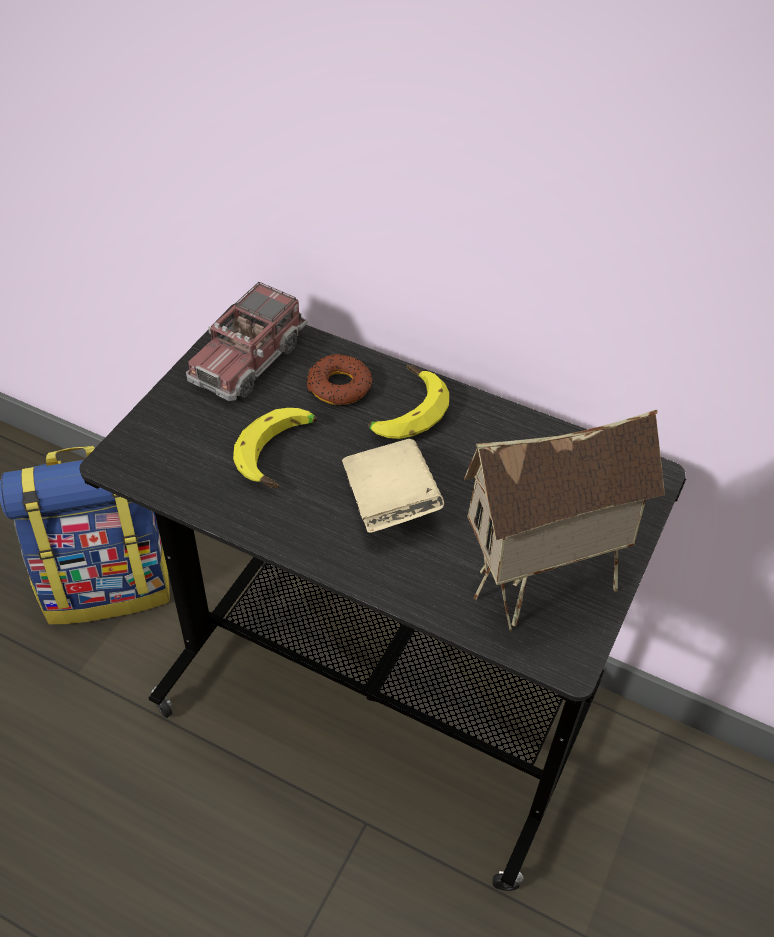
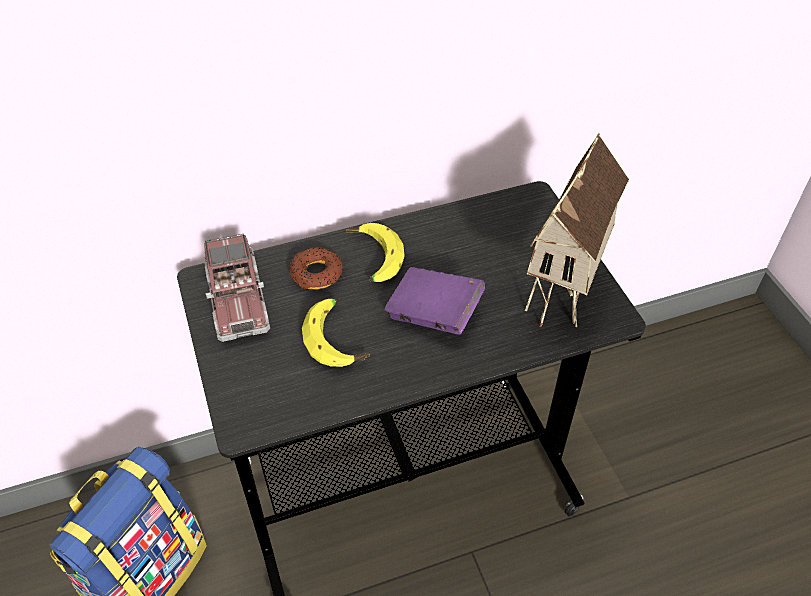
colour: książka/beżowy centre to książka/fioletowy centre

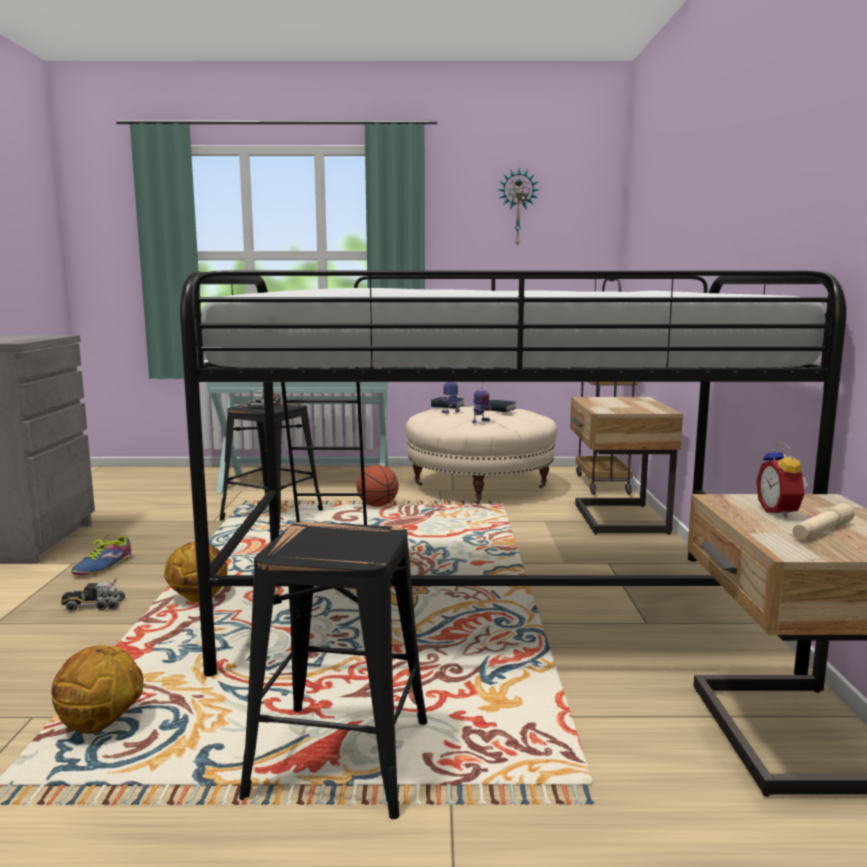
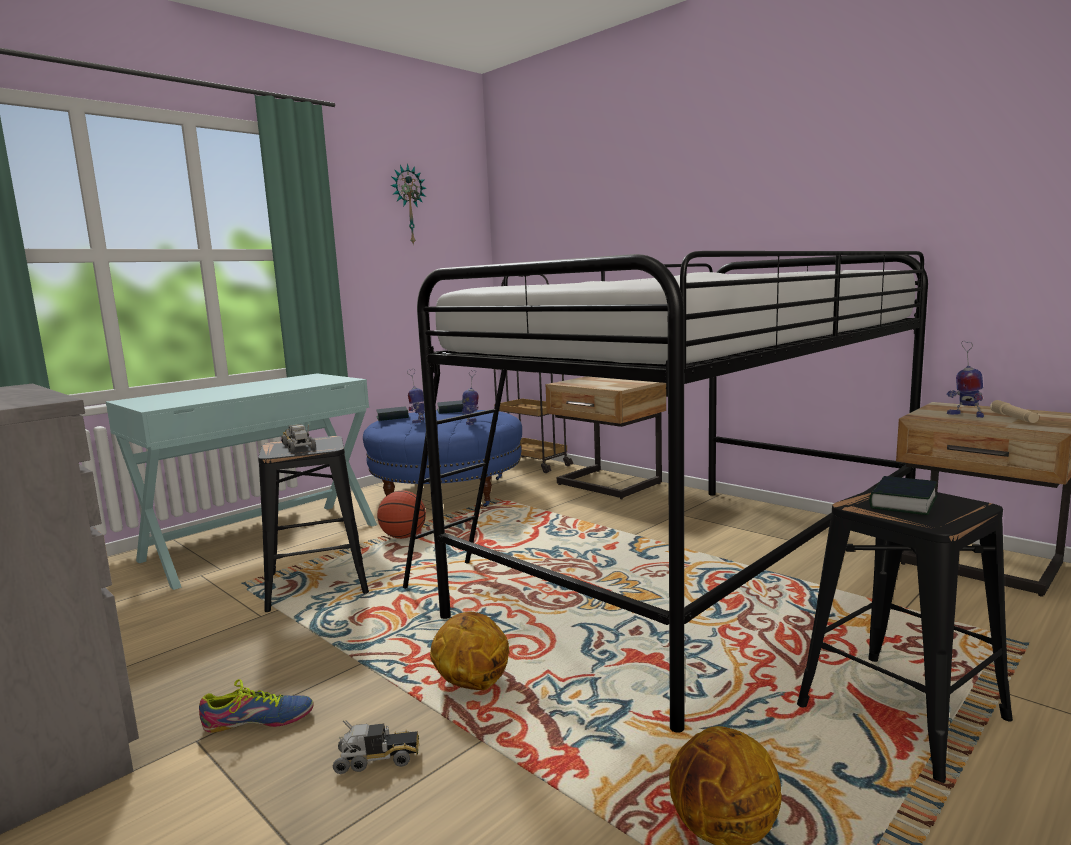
appeared: książka (no. 3 from left) middle right
exchanged: budzik middle right to robot zabawkowy (no. 3 from left) middle right
colour: pufa/beżowy centre to pufa/niebieski centre
spun: but middle left = bottom left 75 degrees counterclockwise; ciężarówka zabawkowa (no. 1 from left in the first image) bottom left = bottom centre 135 degrees counterclockwise

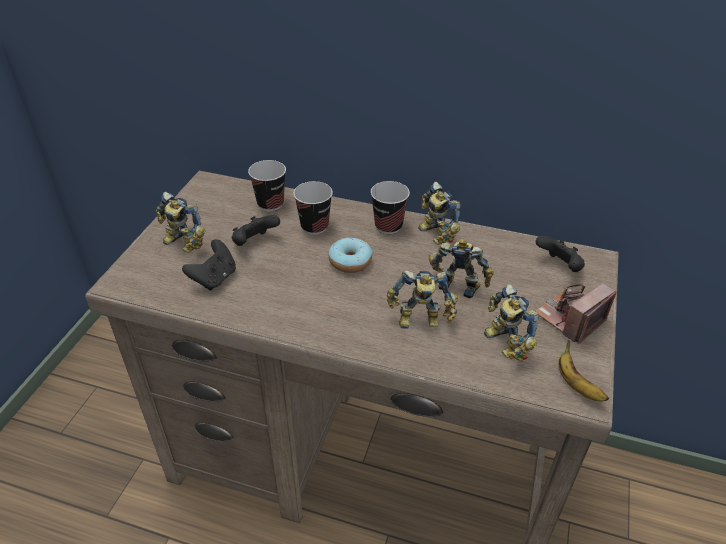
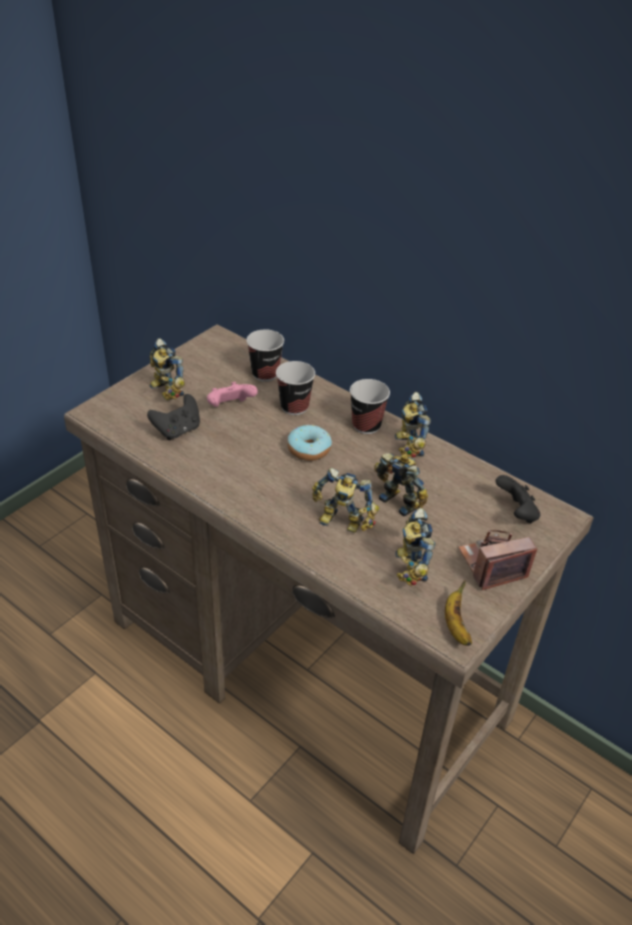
colour: pad do gier/czarny (no. 2 from left) centre to pad do gier/różowy centre

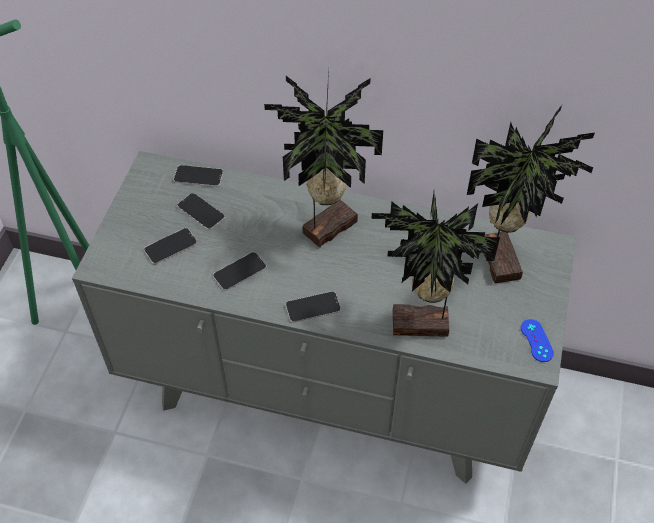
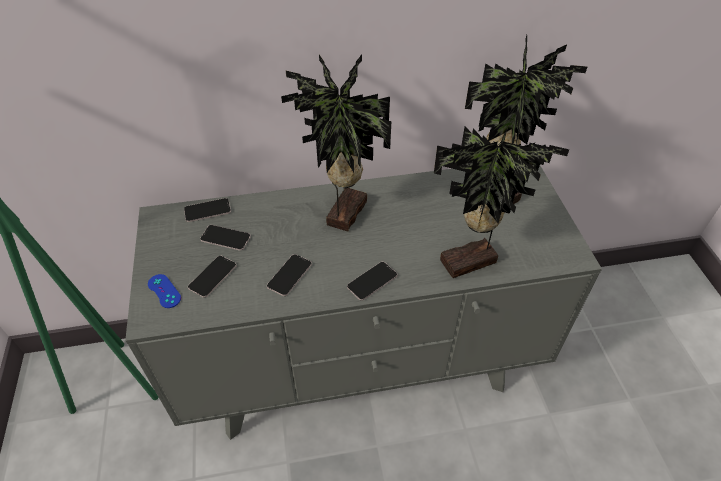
relocated: pad do gier/niebieski middle right to middle left

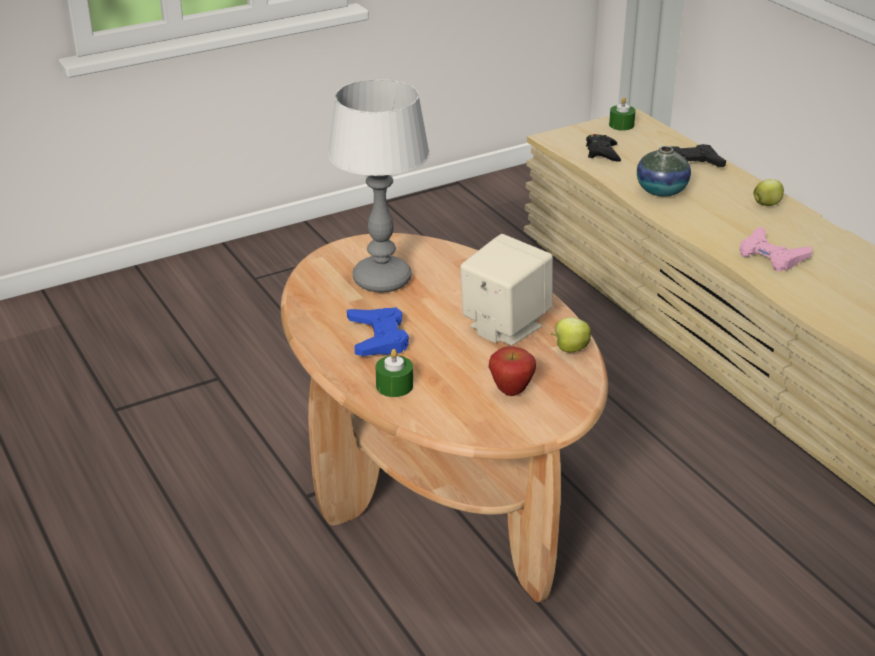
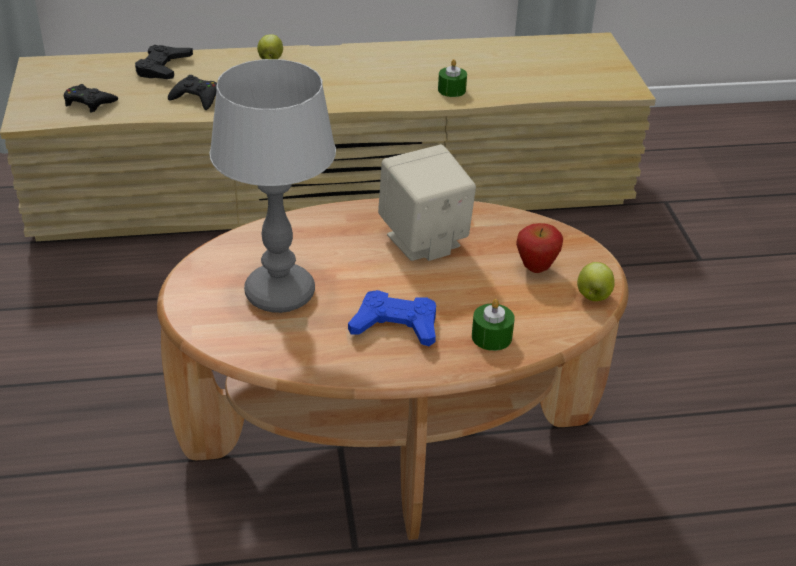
missing: pad do gier/różowy middle right
relocated: świeca/zielony (no. 2 from left in the first image) top right to świeca/zielony (no. 1 from left) top centre; jabłko (no. 2 from left in the first image) centre to jabłko (no. 3 from left) middle right
exchanged: wazon top right to pad do gier/czarny (no. 3 from left) top left

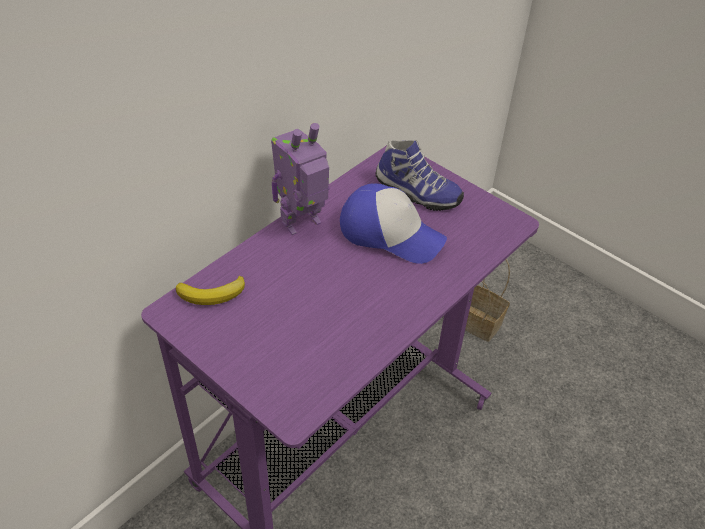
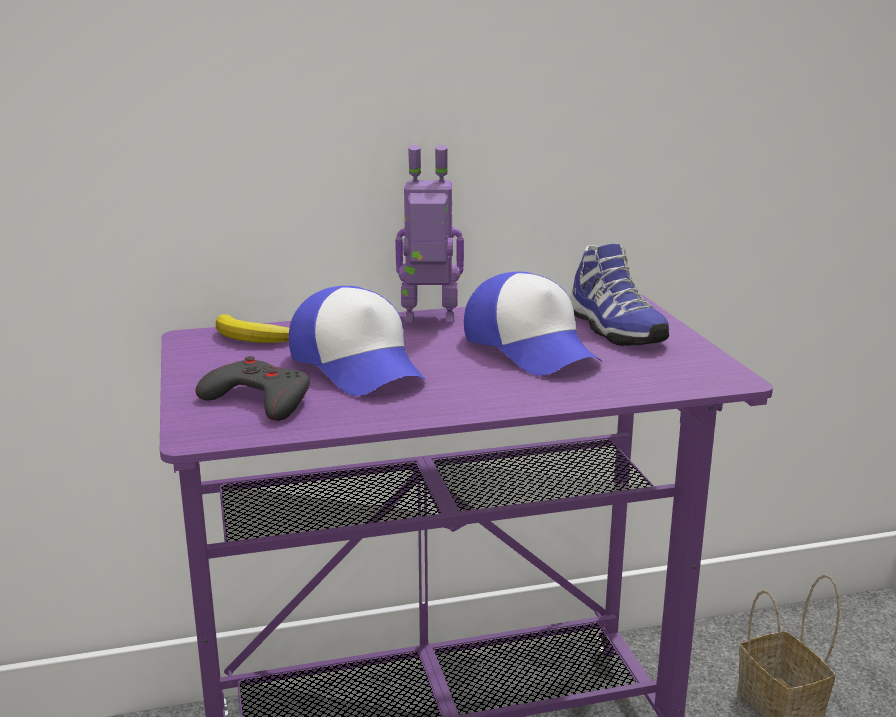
appeared: czapka z daszkiem (no. 1 from left) centre; pad do gier/szary middle left

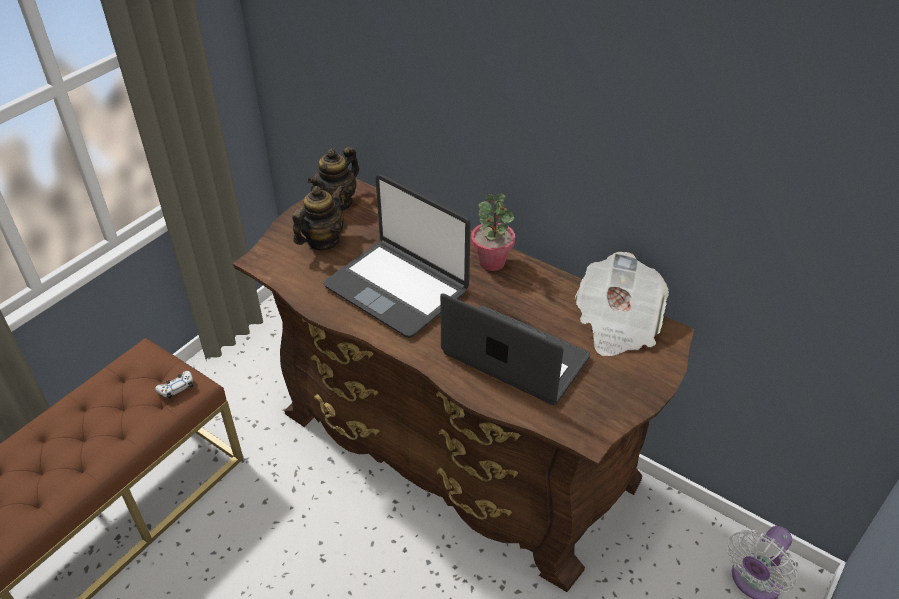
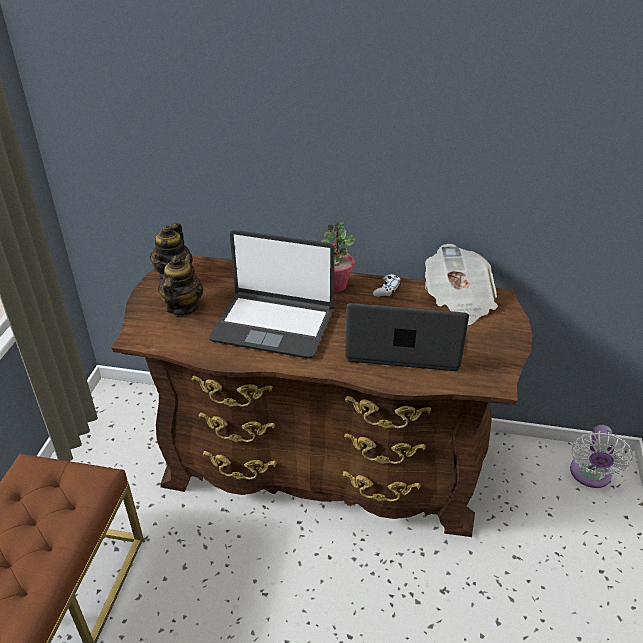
relocated: pad do gier/biały middle left to centre

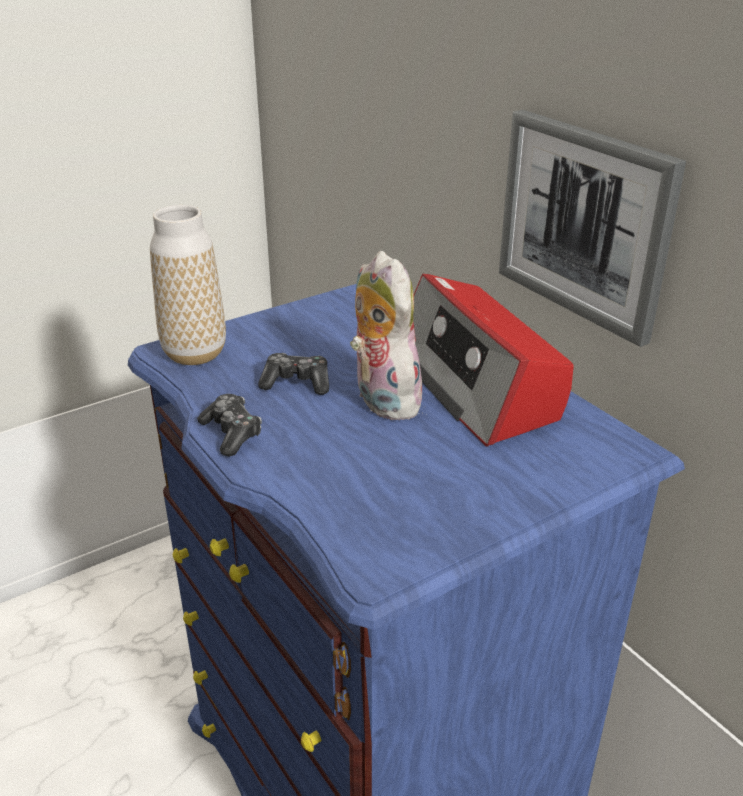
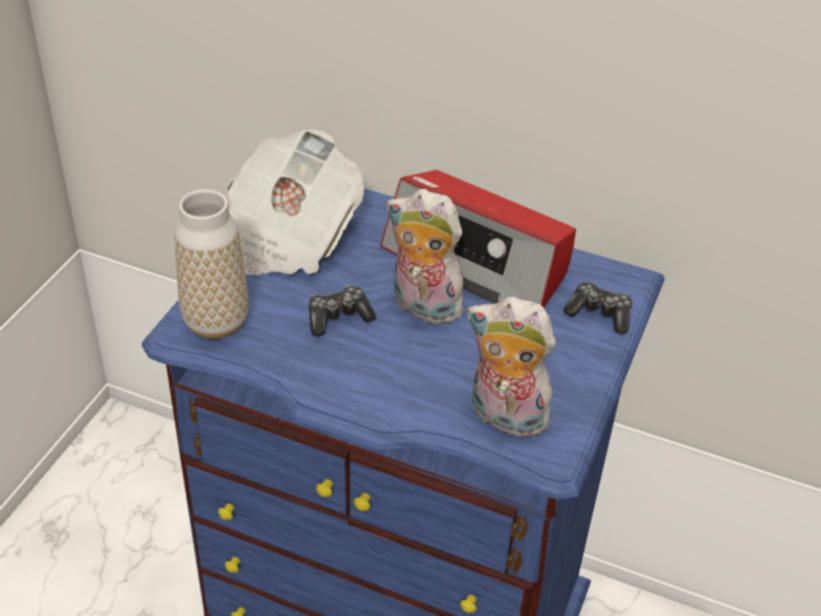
missing: obraz top right
appeared: gazeta top centre; pluszak (no. 2 from left) centre
relocated: pad do gier (no. 1 from left in the first image) middle left to pad do gier (no. 2 from left) middle right

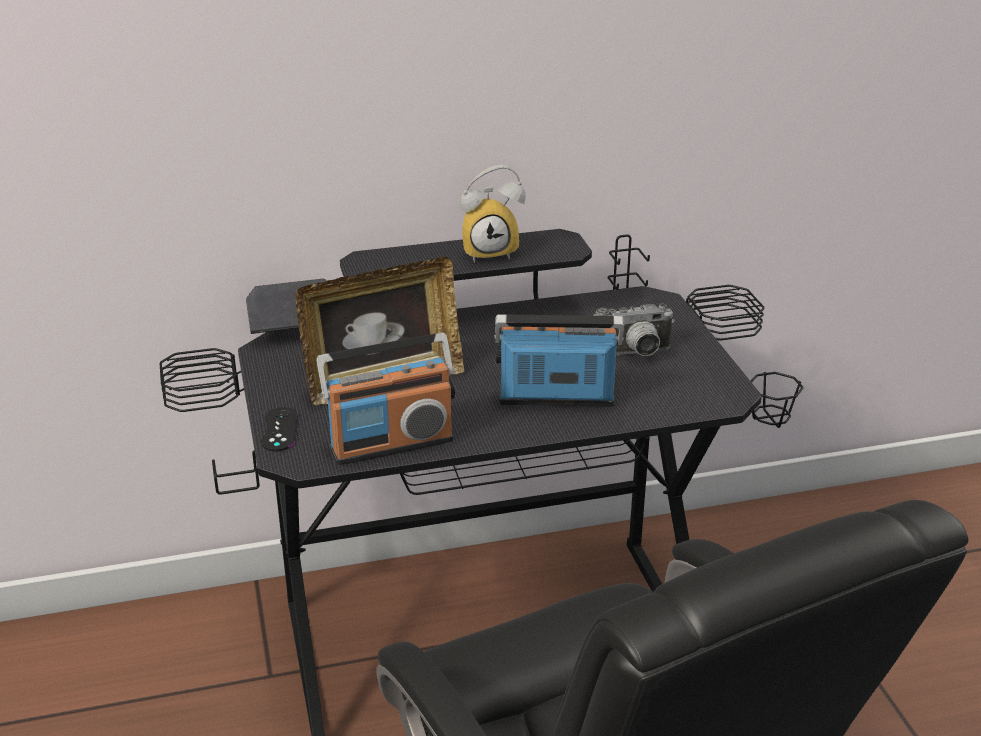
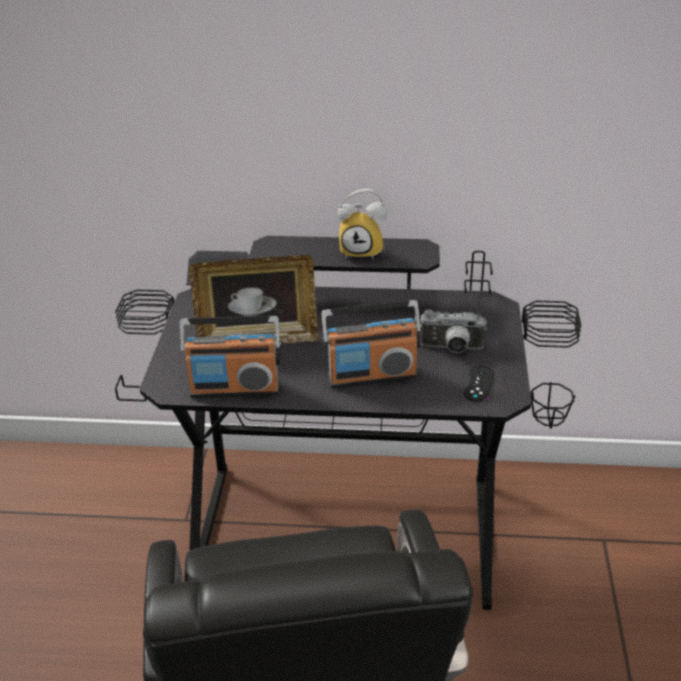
relocated: pad do gier/czarny middle left to middle right
spun: radio (no. 2 from left) centre = centre 150 degrees clockwise

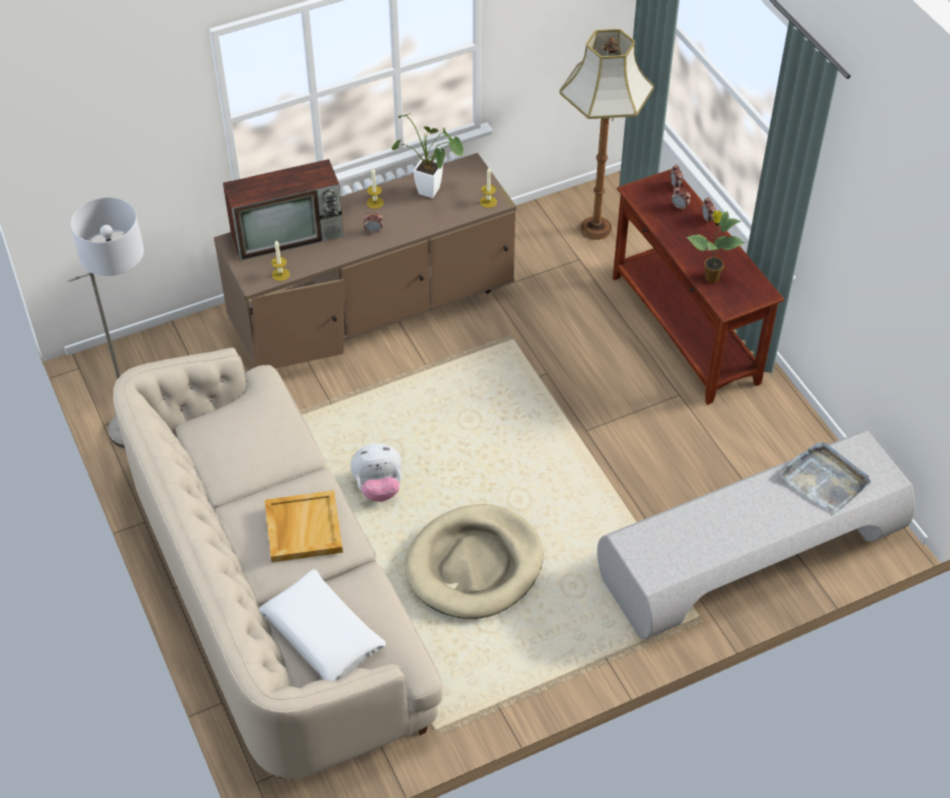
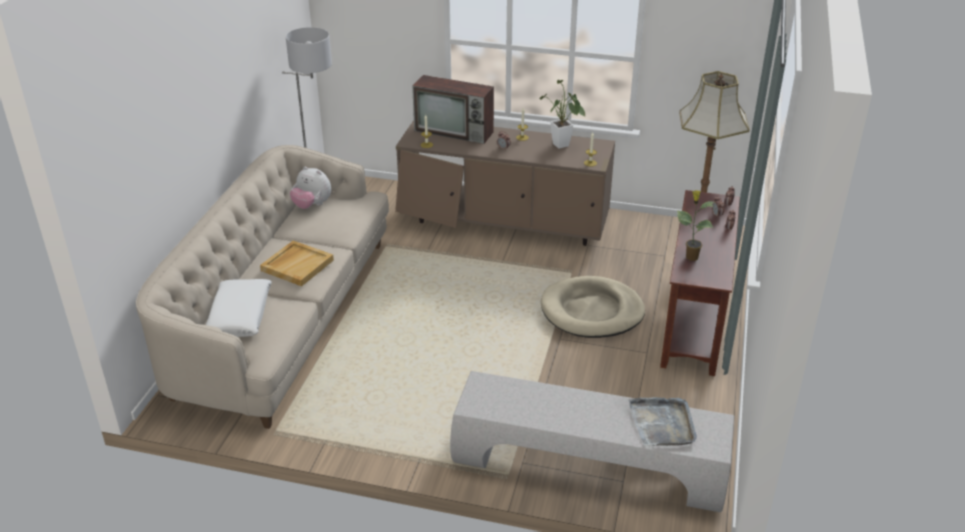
relocated: pluszak centre to middle left; legowisko/beżowy bottom centre to centre

